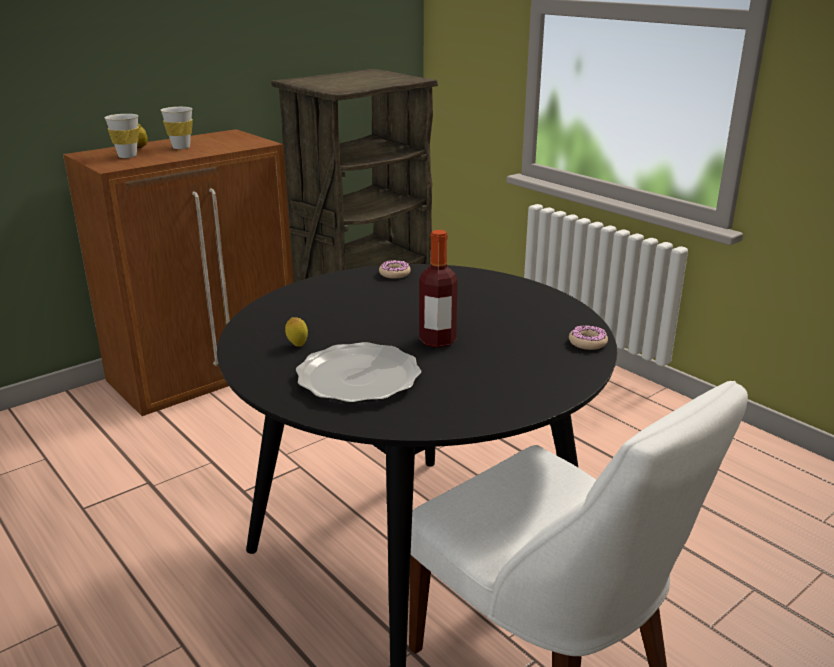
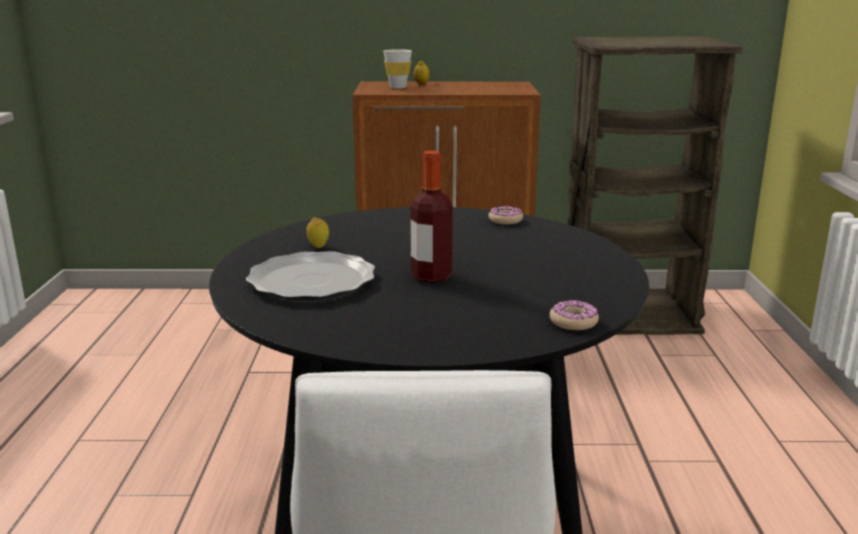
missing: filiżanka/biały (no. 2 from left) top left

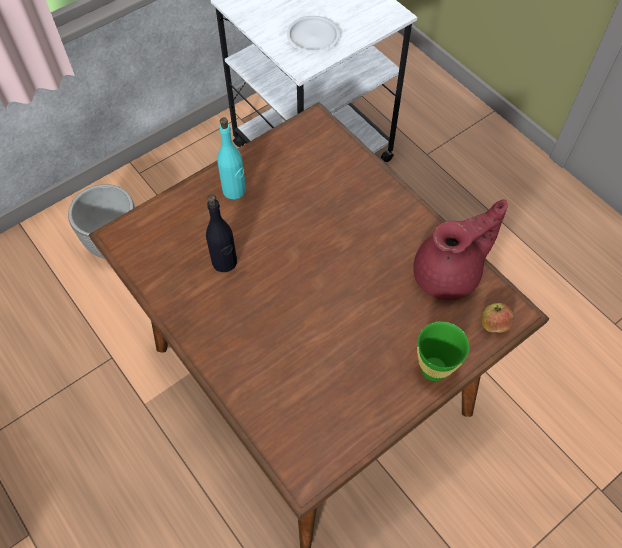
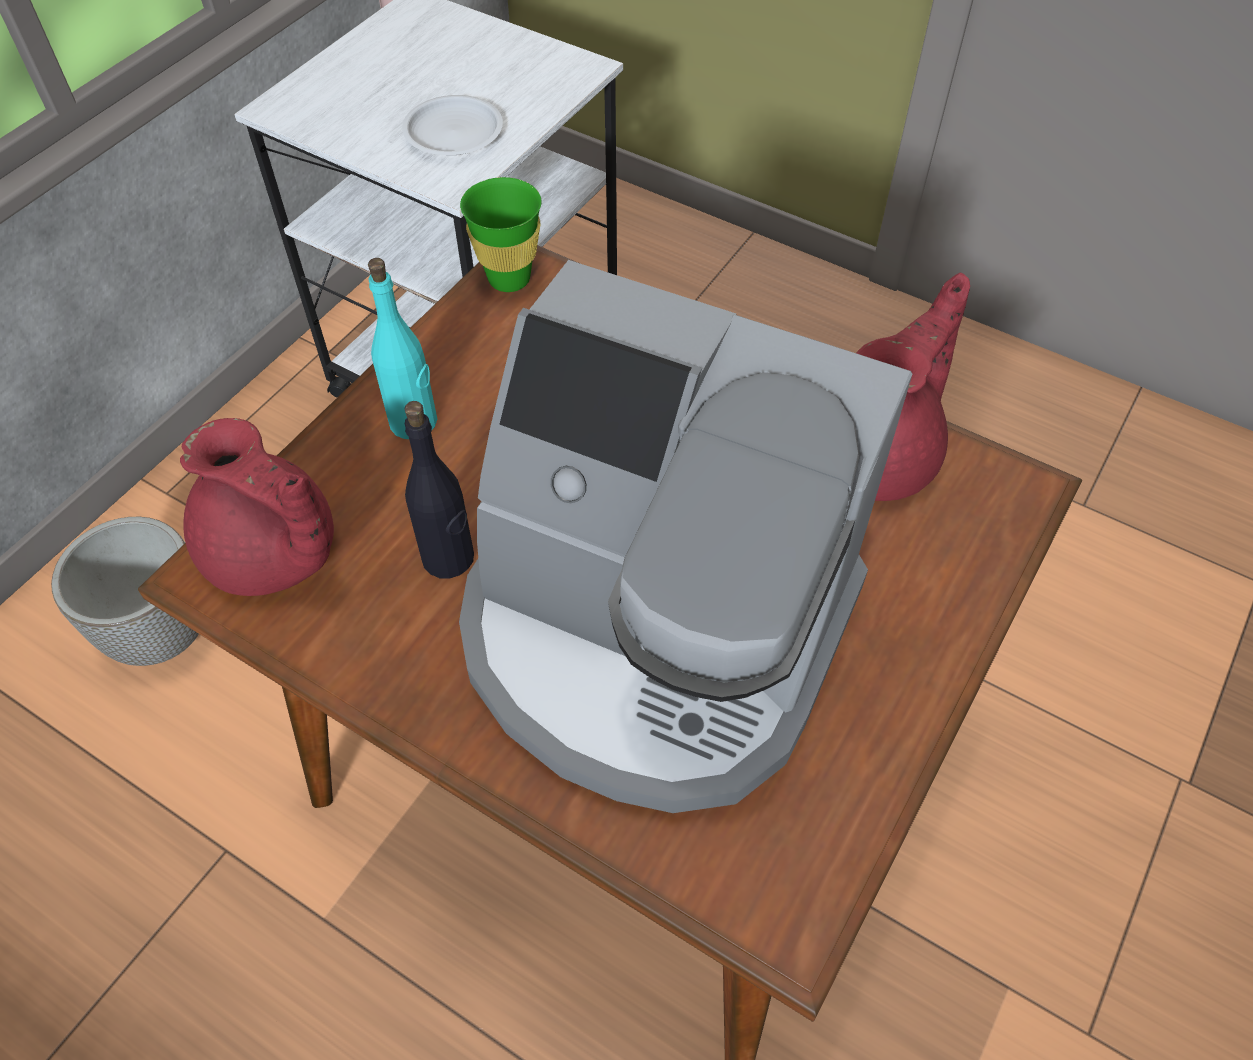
missing: jabłko middle right
appeared: ekspres do kawy centre; imbryk/czerwony (no. 1 from left) middle left
relocated: filiżanka/zielony middle right to top centre

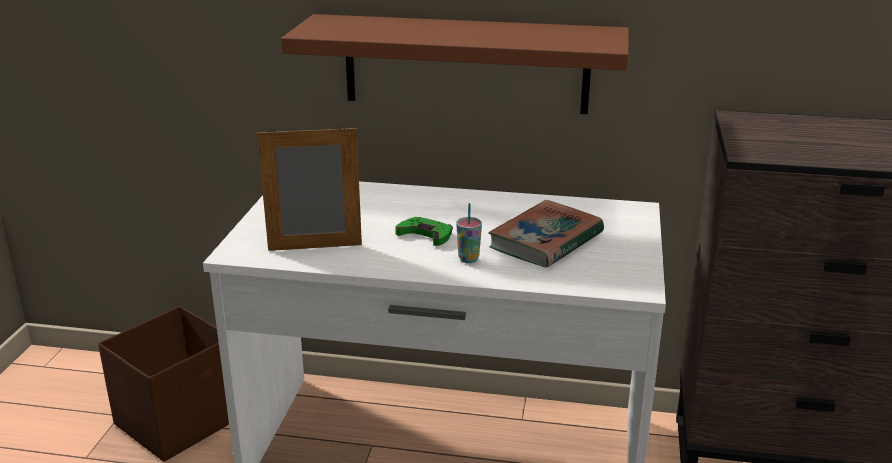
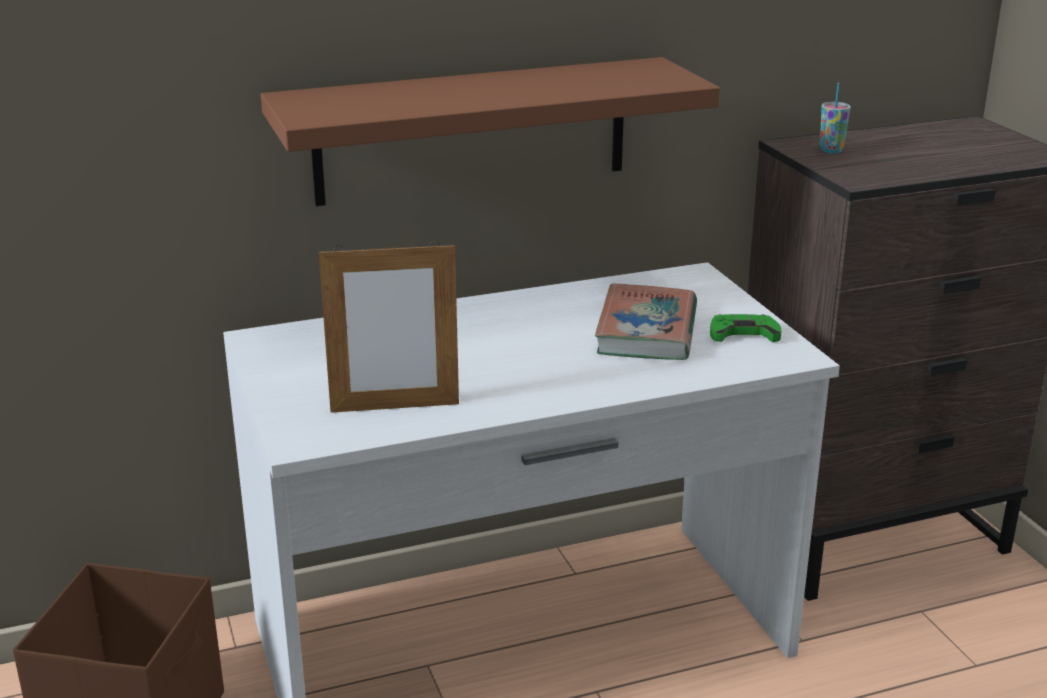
relocated: filiżanka centre to top right; pad do gier/zielony centre to middle right
spun: ramka na zdjęcie centre = centre 150 degrees counterclockwise

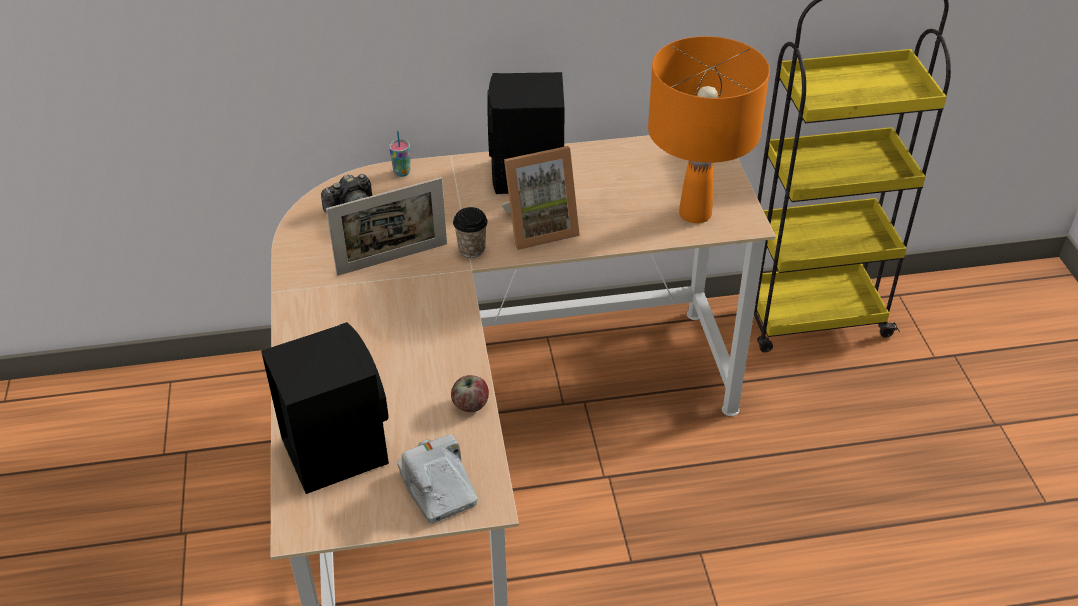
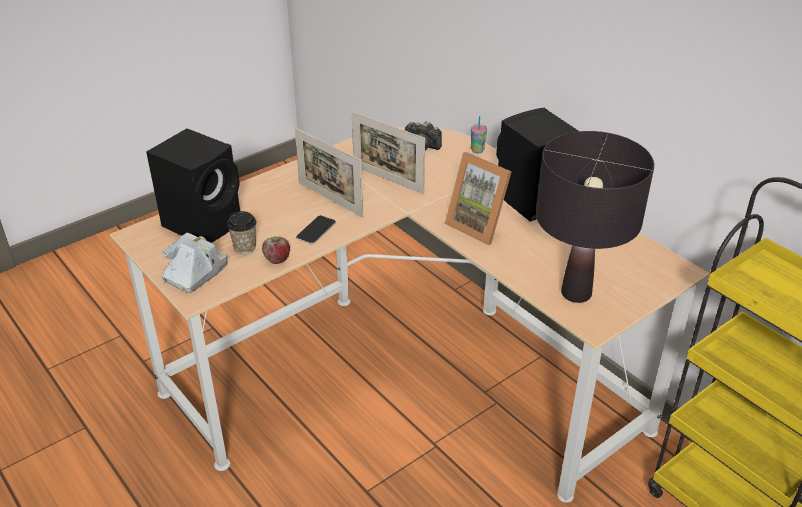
appeared: ramka na zdjęcie (no. 1 from left) centre; telefon centre
relocated: filiżanka (no. 2 from left in the first image) centre to filiżanka (no. 1 from left) middle left
colour: lampa stołowa/pomarańczowy top centre to lampa stołowa/czarny middle right

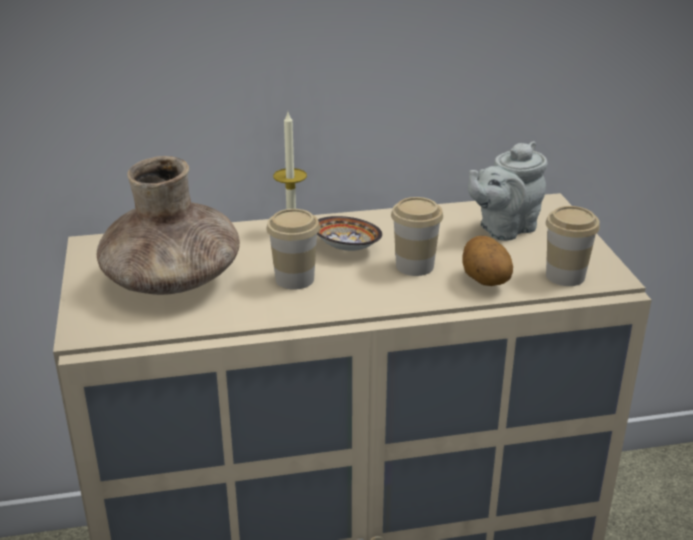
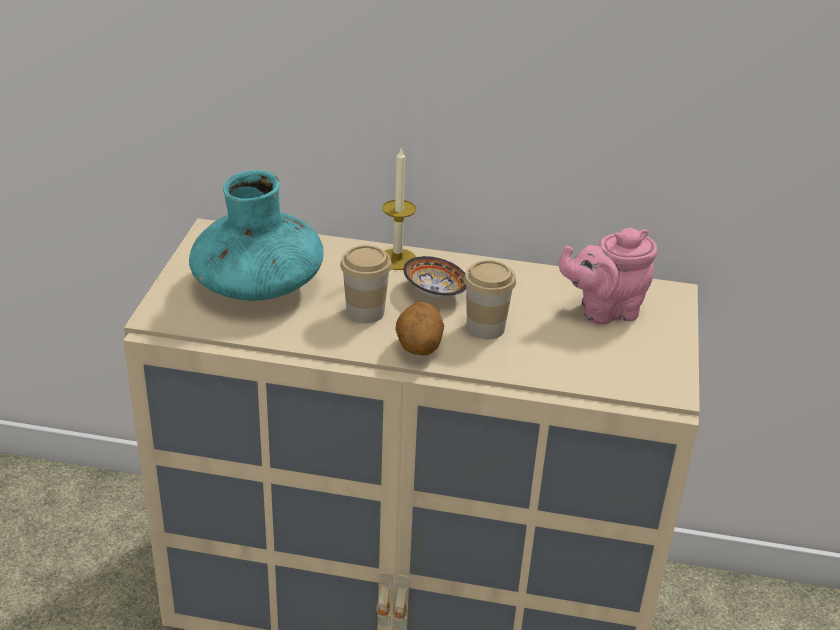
missing: filiżanka (no. 3 from left) middle right
relocated: ziemniak middle right to centre
colour: imbryk/szary middle right to imbryk/różowy middle right; wazon/brązowy middle left to wazon/turkusowy middle left

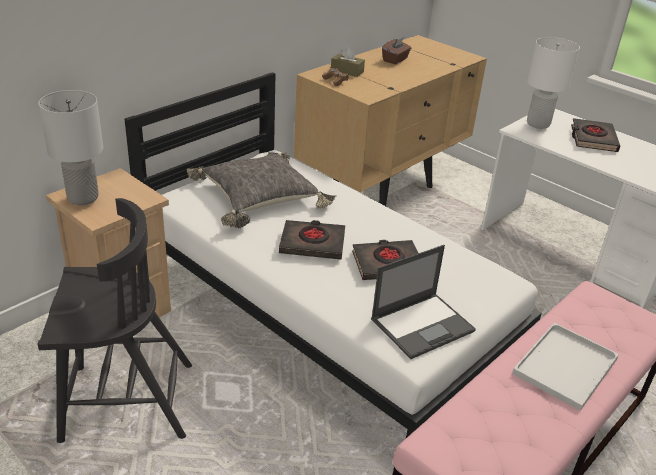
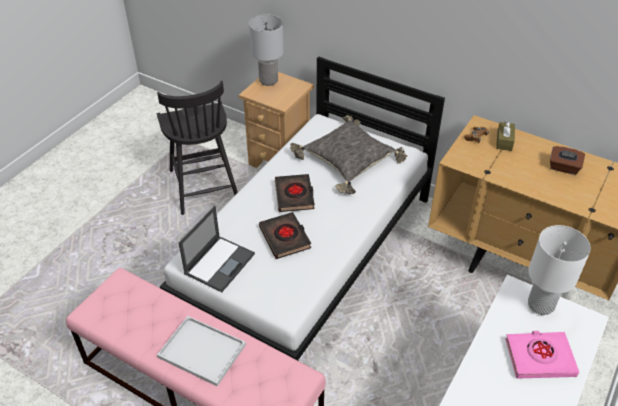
colour: książka/czarny (no. 3 from left) top right to książka/różowy bottom right
spun: laptop centre = centre 105 degrees counterclockwise

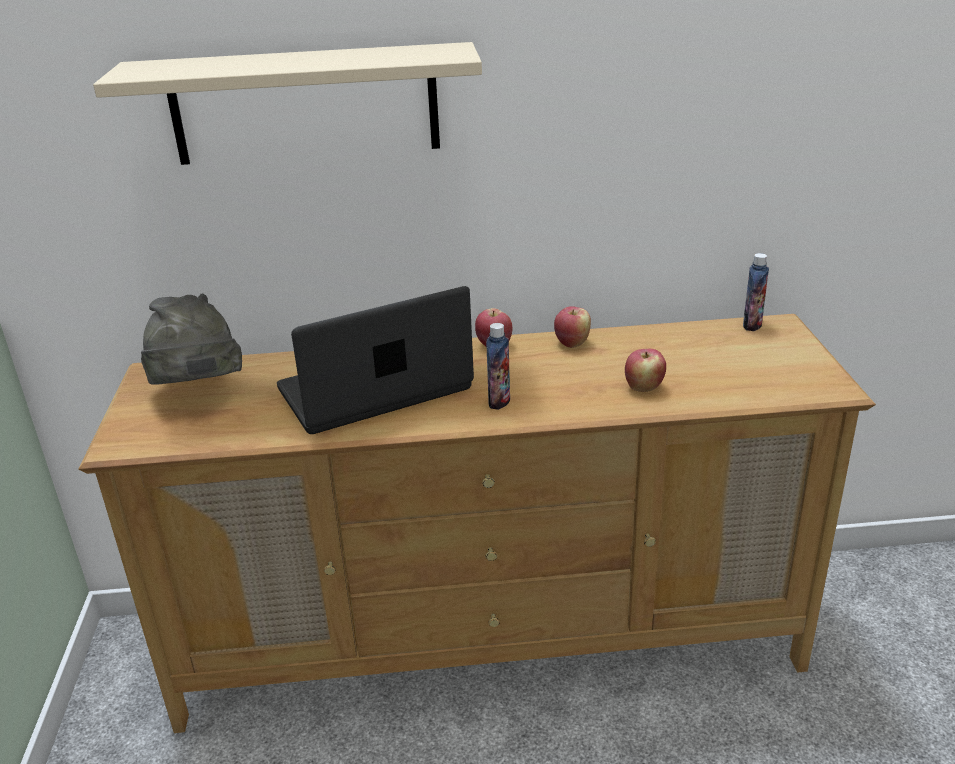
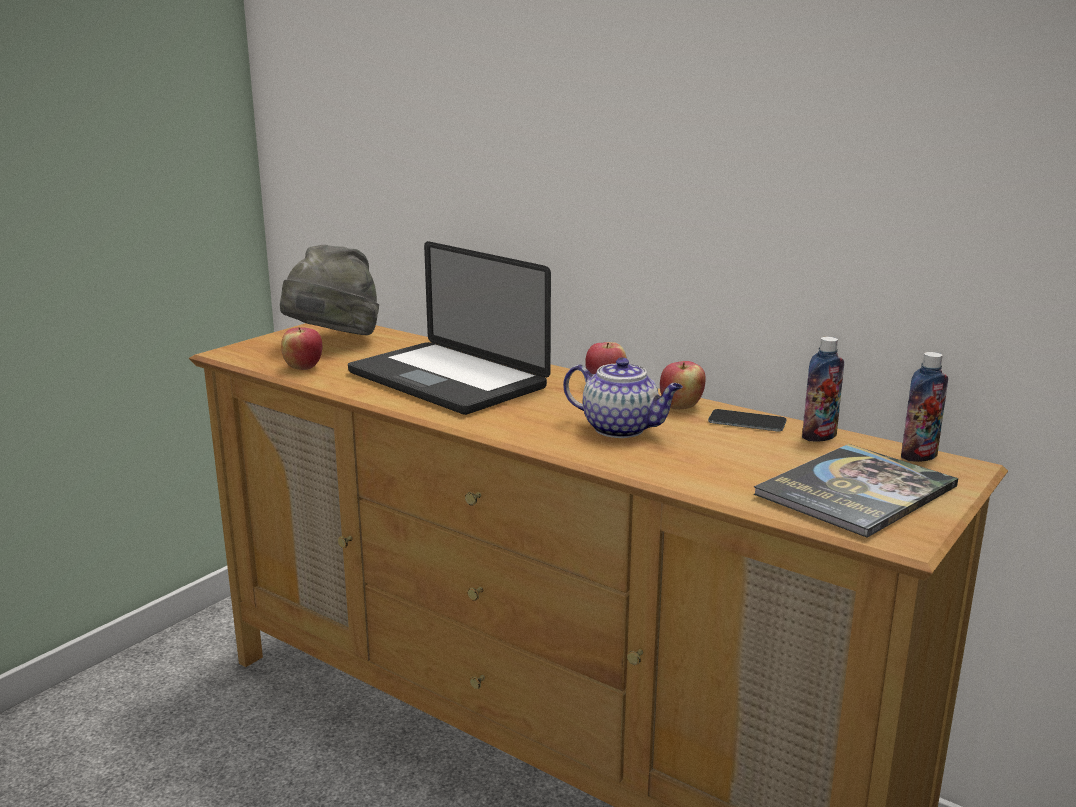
missing: półka/beżowy top left
appeared: imbryk centre; telefon middle right; książka middle right
relocated: butelka (no. 1 from left) centre to middle right; jabłko (no. 3 from left in the first image) middle right to jabłko (no. 1 from left) middle left
spun: laptop centre = centre 150 degrees counterclockwise

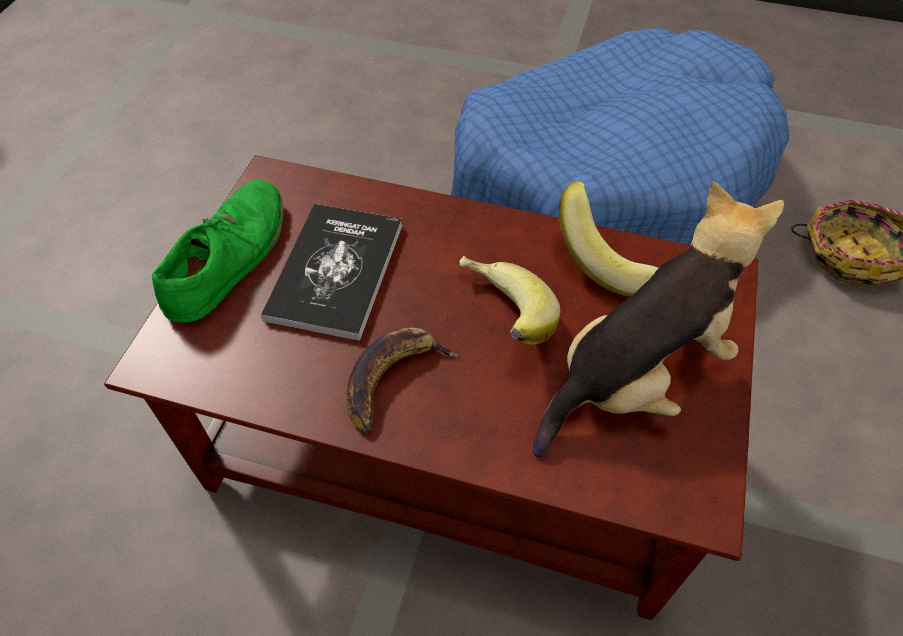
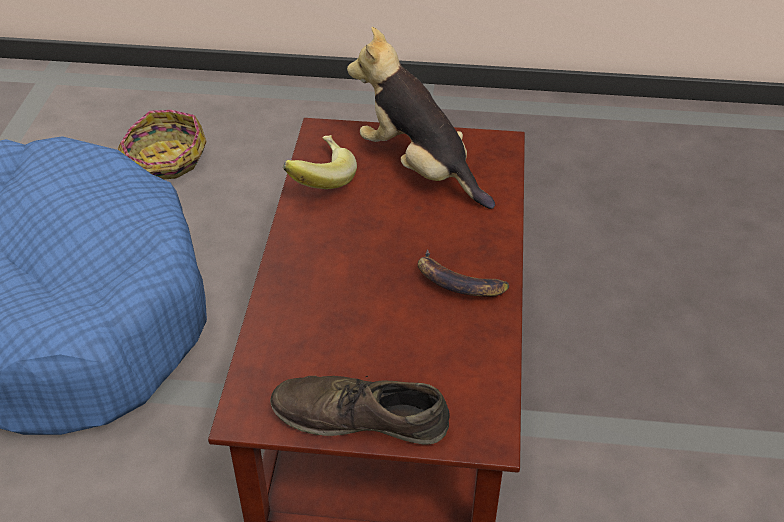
missing: książka centre; banan (no. 2 from left) centre
colour: but/zielony middle left to but/brązowy bottom centre

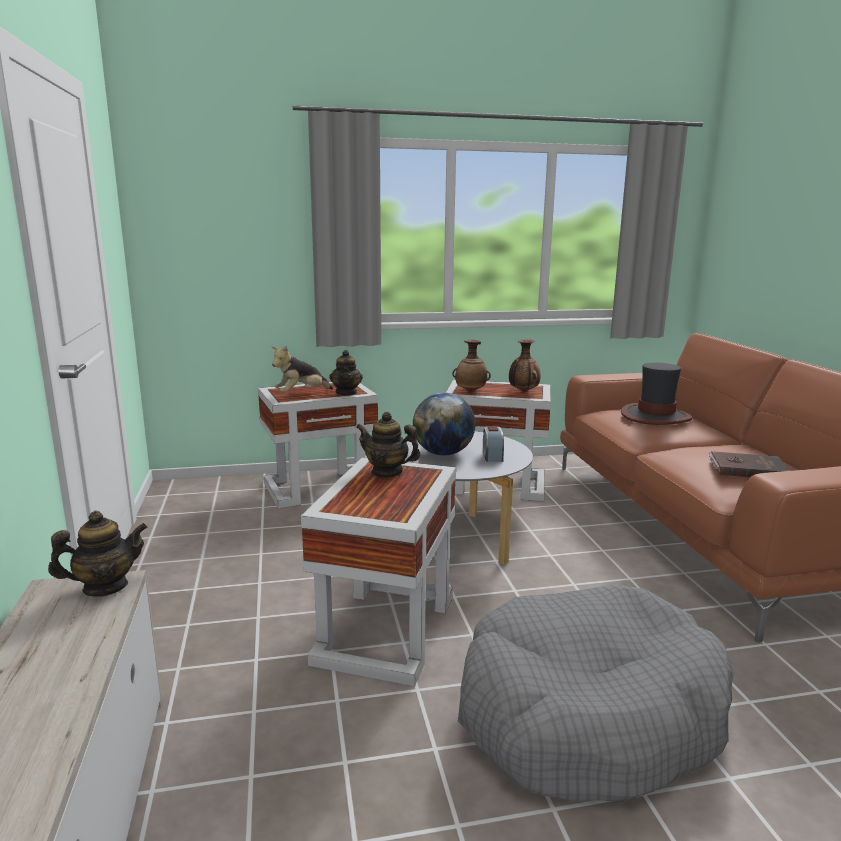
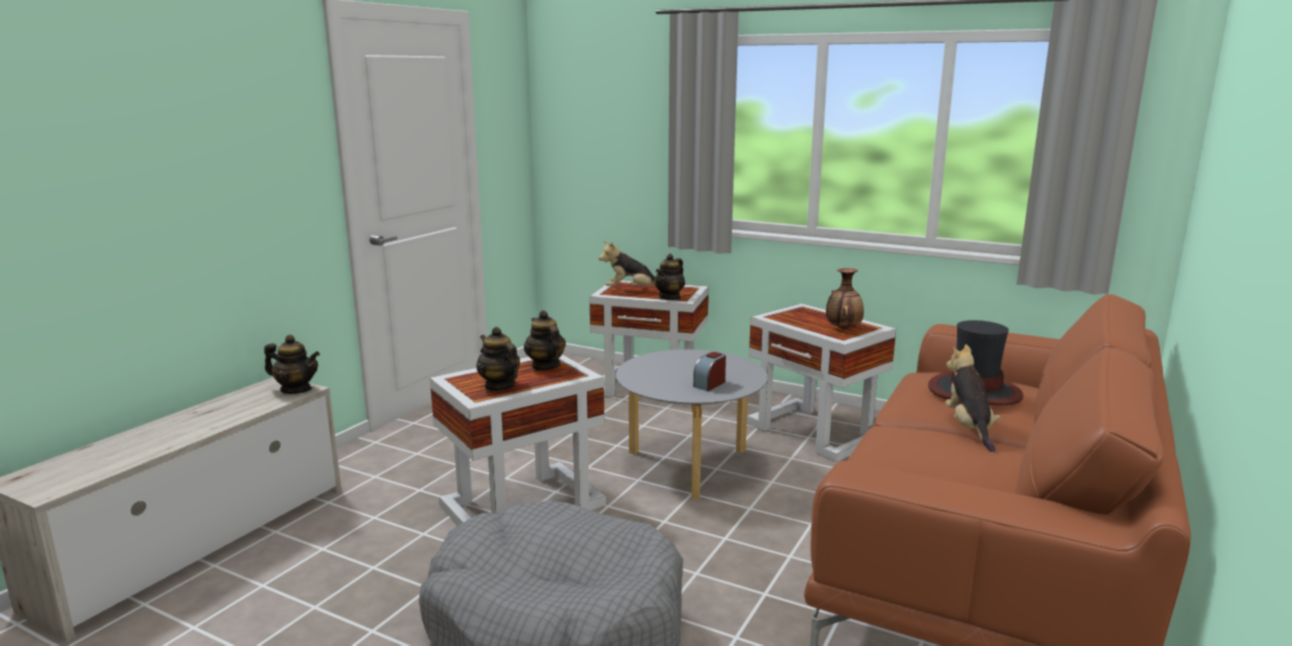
missing: wazon (no. 1 from left) centre; globus centre; książka/brązowy middle right
appeared: imbryk (no. 2 from left) centre; pluszak (no. 2 from left) middle right

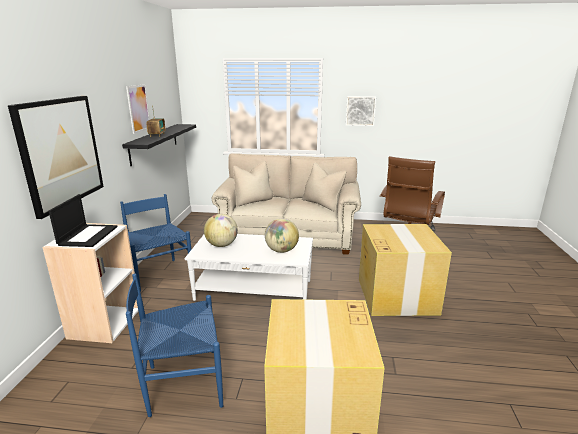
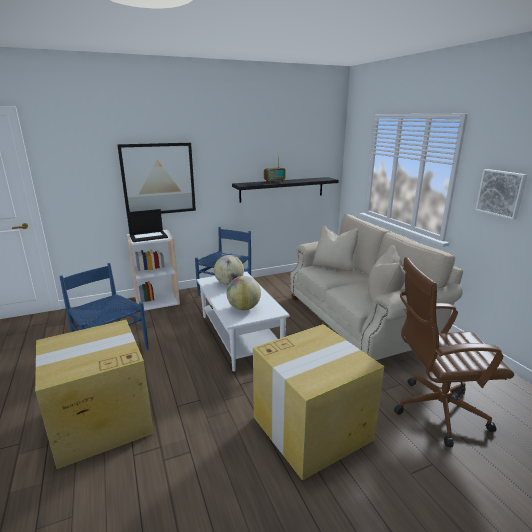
missing: obraz (no. 2 from left) top left

